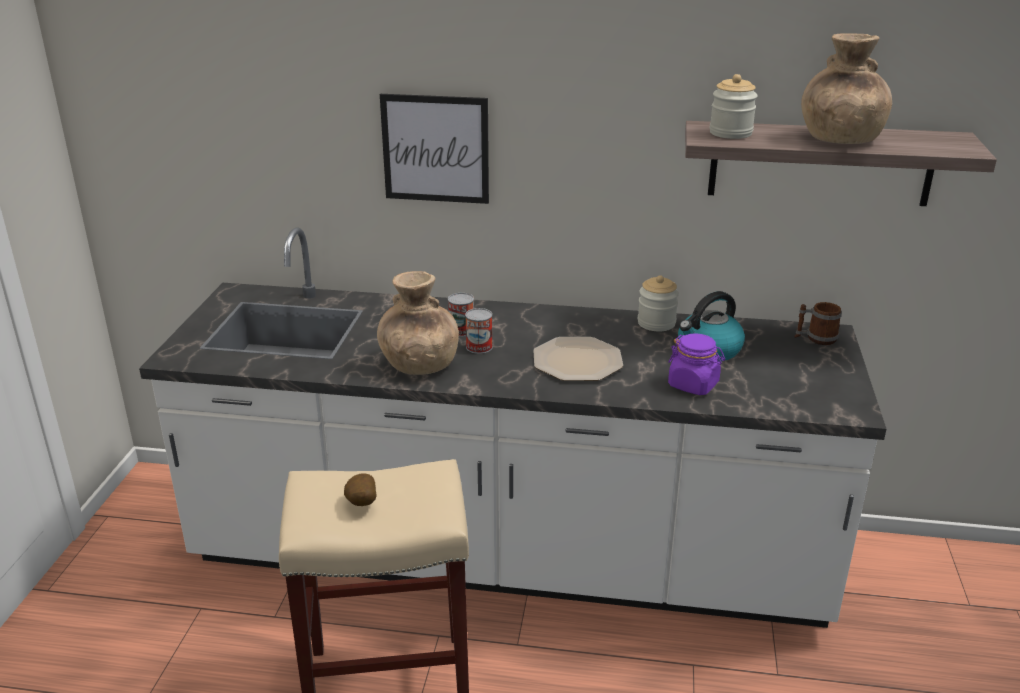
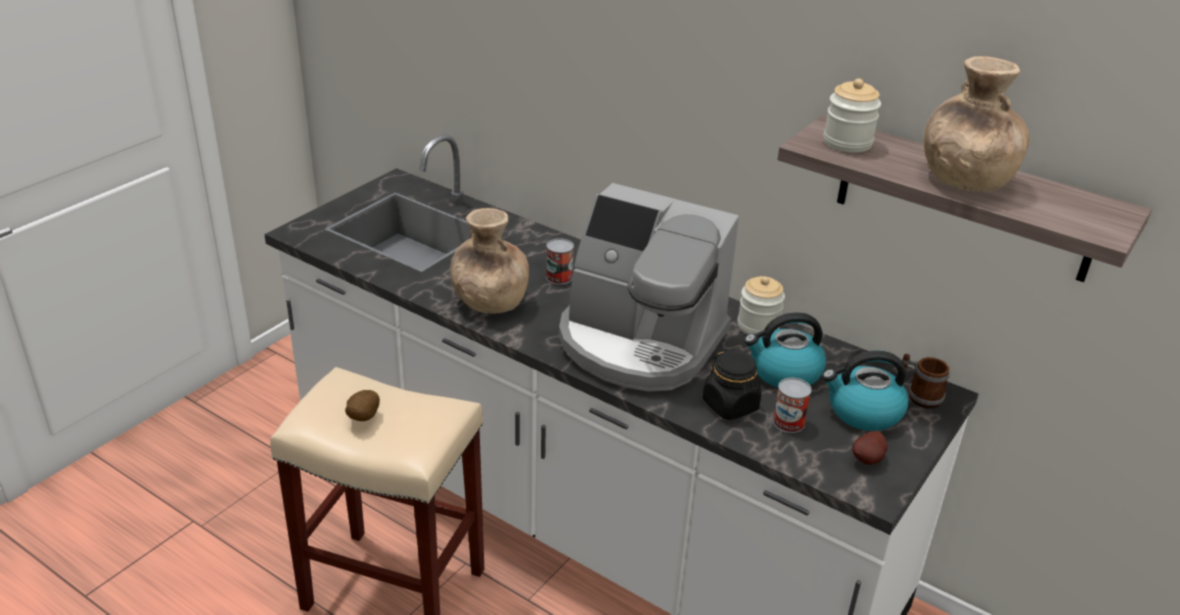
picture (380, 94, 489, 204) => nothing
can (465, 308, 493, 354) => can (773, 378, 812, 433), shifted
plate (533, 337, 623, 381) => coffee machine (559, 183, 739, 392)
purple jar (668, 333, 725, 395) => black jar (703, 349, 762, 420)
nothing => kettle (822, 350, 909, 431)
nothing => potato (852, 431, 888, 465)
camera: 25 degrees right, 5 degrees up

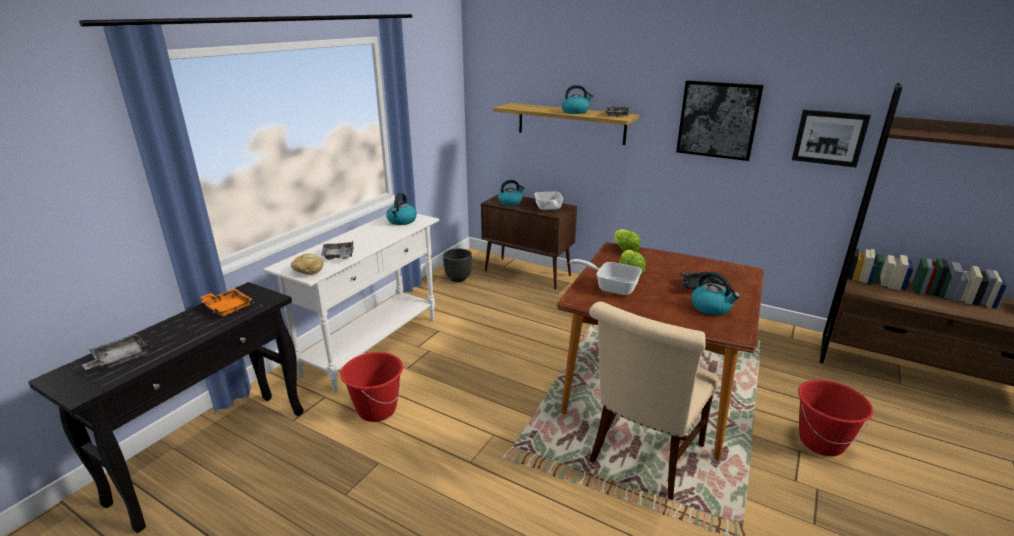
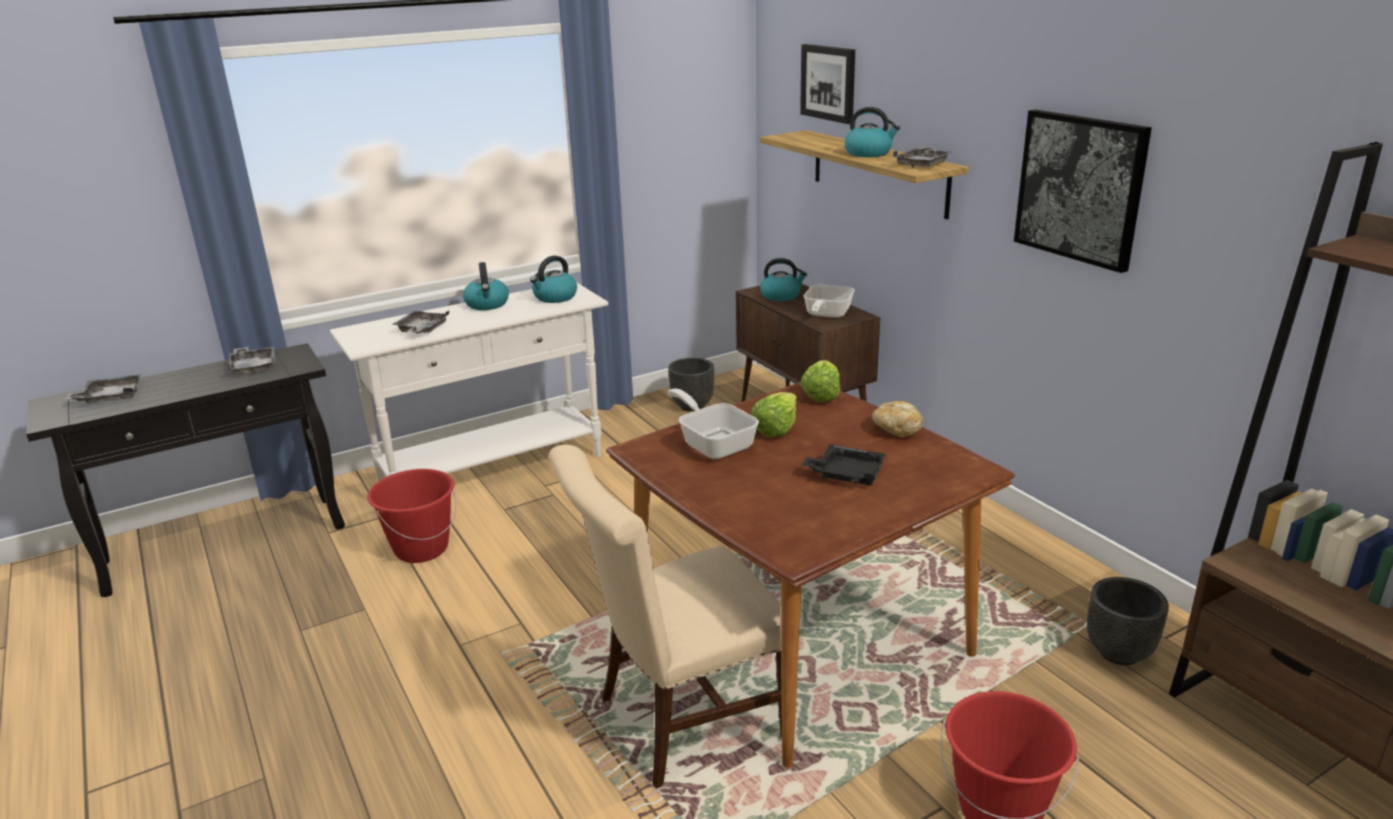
orange tray (200, 288, 253, 317) => grey tray (227, 346, 275, 376)
bread (291, 253, 323, 275) => bread (872, 401, 924, 437), shifted
kettle (691, 272, 740, 315) => kettle (463, 262, 509, 310), shifted
picture (792, 109, 871, 168) => picture (800, 44, 855, 124), shifted
nothing => black planter (1087, 577, 1169, 665)
camera: 30 degrees right, 0 degrees up

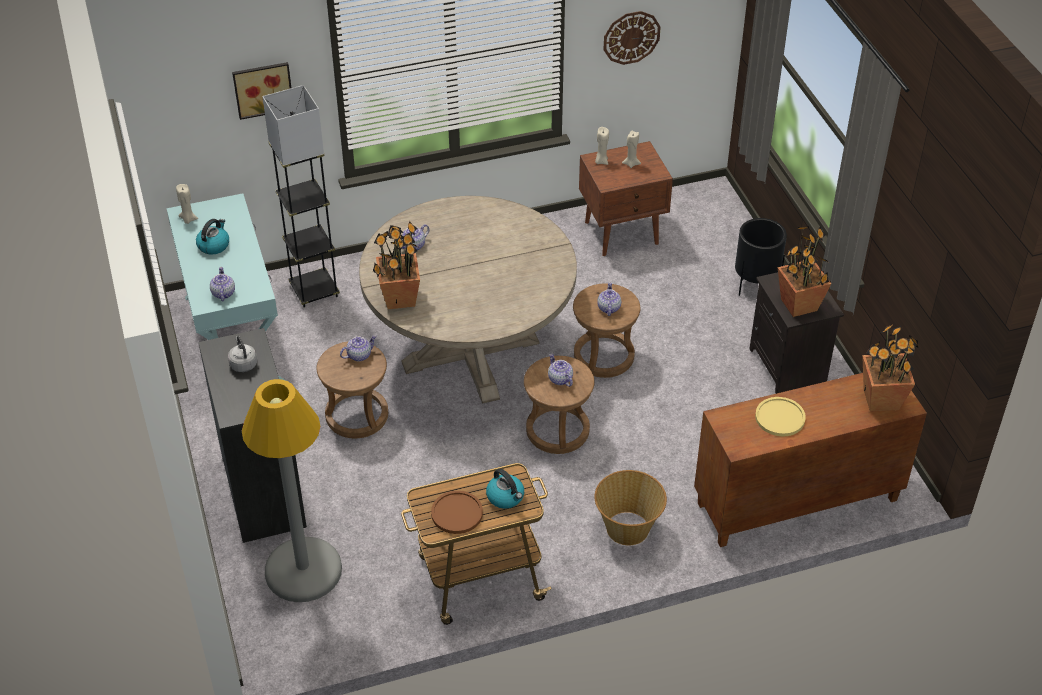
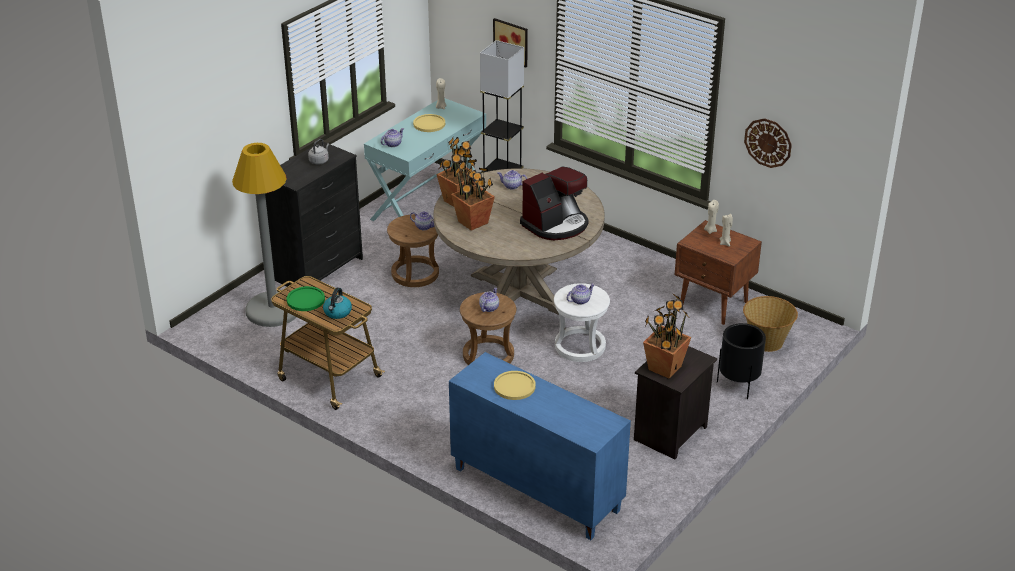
kettle (196, 219, 229, 255) => yellow plate (413, 114, 445, 132)
brown plate (431, 491, 483, 534) => green plate (287, 286, 325, 311)
brown stool (573, 283, 640, 378) => white stool (554, 283, 610, 362)
basket (594, 470, 667, 545) => basket (743, 296, 798, 352), shifted
brown cabinet (694, 373, 927, 547) => blue cabinet (449, 352, 631, 540)
potted plant (862, 324, 918, 412) => potted plant (451, 154, 495, 231), shifted
nothing => coffee machine (520, 166, 589, 240)
camera: 55 degrees right, 10 degrees down

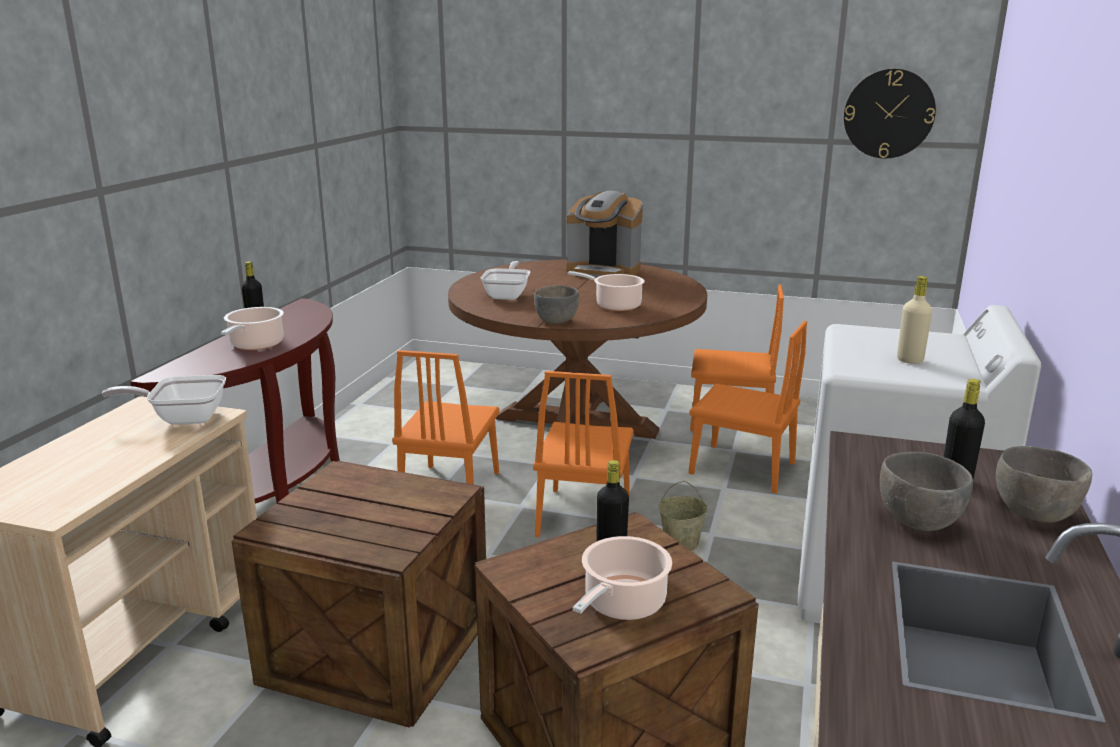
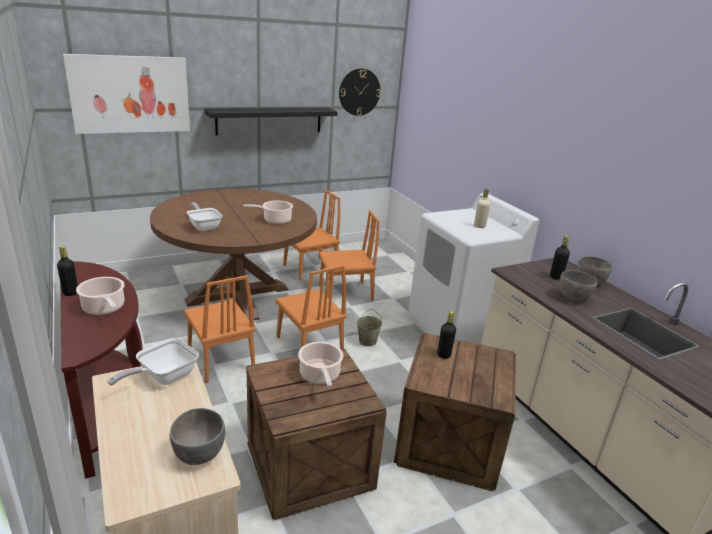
grey bowl (534, 285, 579, 324) => grey bowl (170, 408, 225, 465), shifted
coffee machine (567, 191, 643, 278) => nothing
cooking pot (573, 536, 672, 620) => cooking pot (298, 342, 343, 386), shifted
nothing => picture (63, 54, 190, 134)
nothing => black shelf (204, 108, 338, 135)
camera: 45 degrees left, 5 degrees up

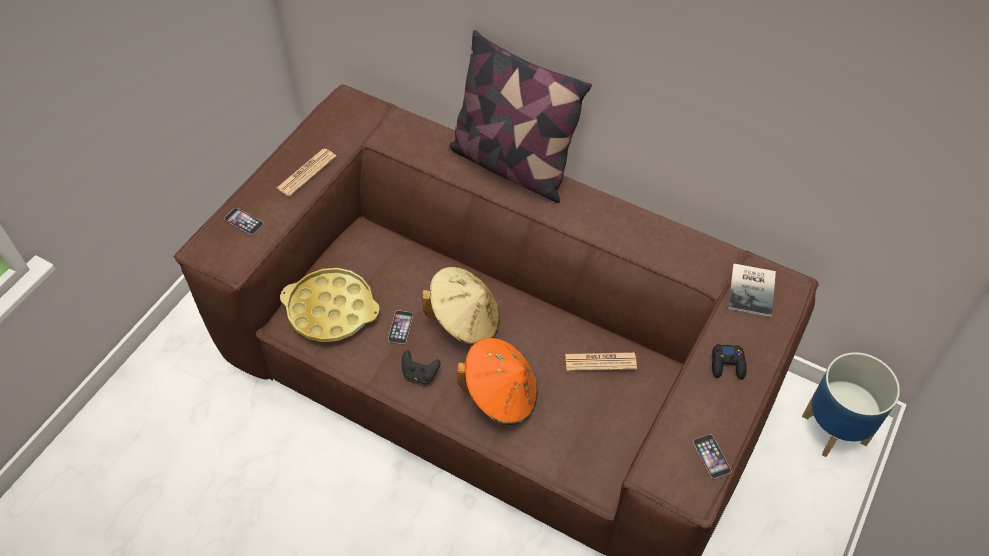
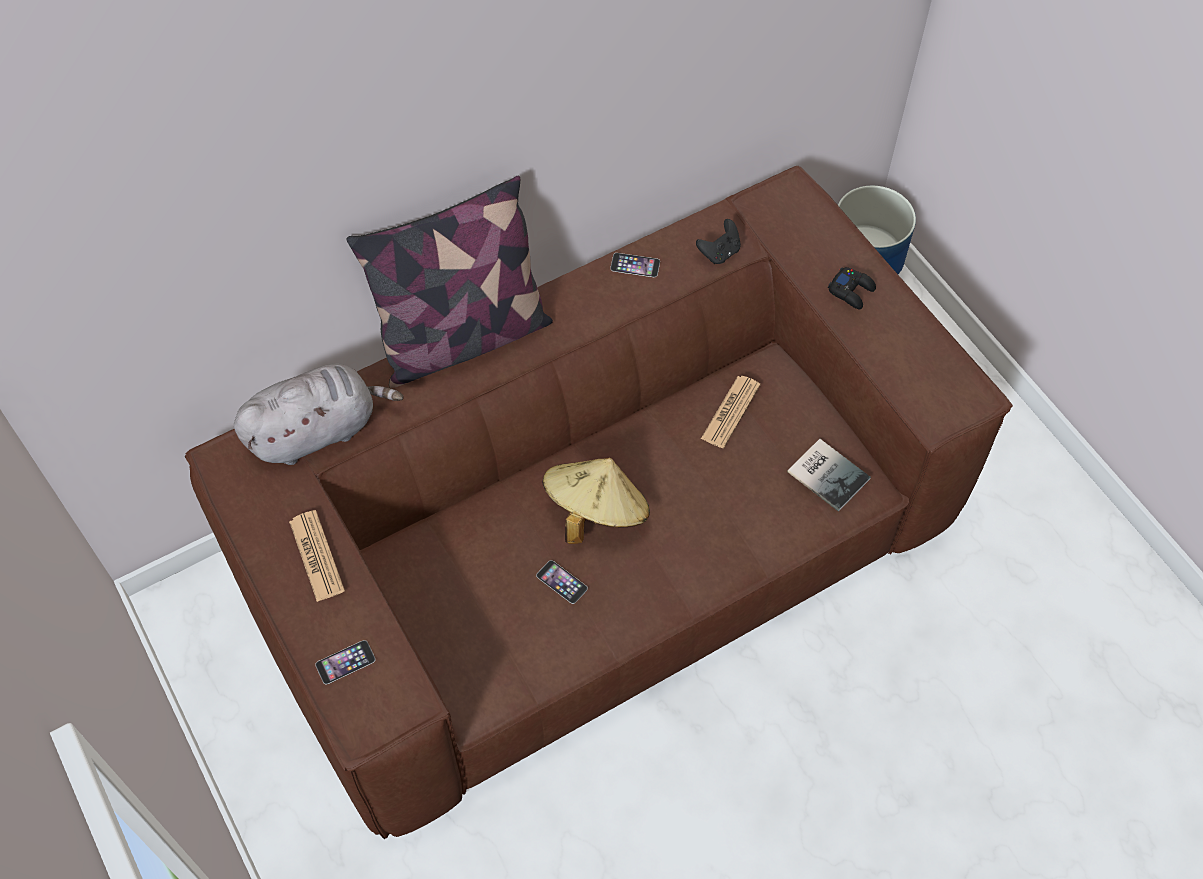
yellow tray (280, 268, 380, 342) => nothing
black game controller (402, 351, 440, 384) => black game controller (696, 219, 741, 264), shifted
orange hat (457, 338, 538, 425) => nothing
phone (693, 434, 731, 479) => phone (610, 253, 660, 277), shifted
book (728, 264, 776, 317) => book (787, 439, 871, 512), shifted
nothing => grey plush toy (234, 364, 403, 465)
camera: 60 degrees left, 5 degrees up

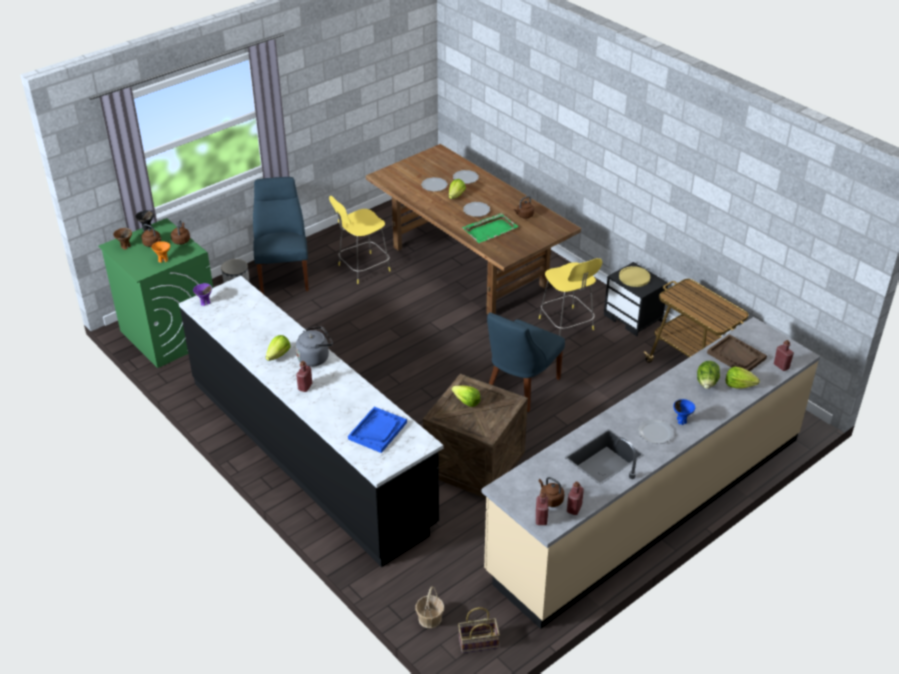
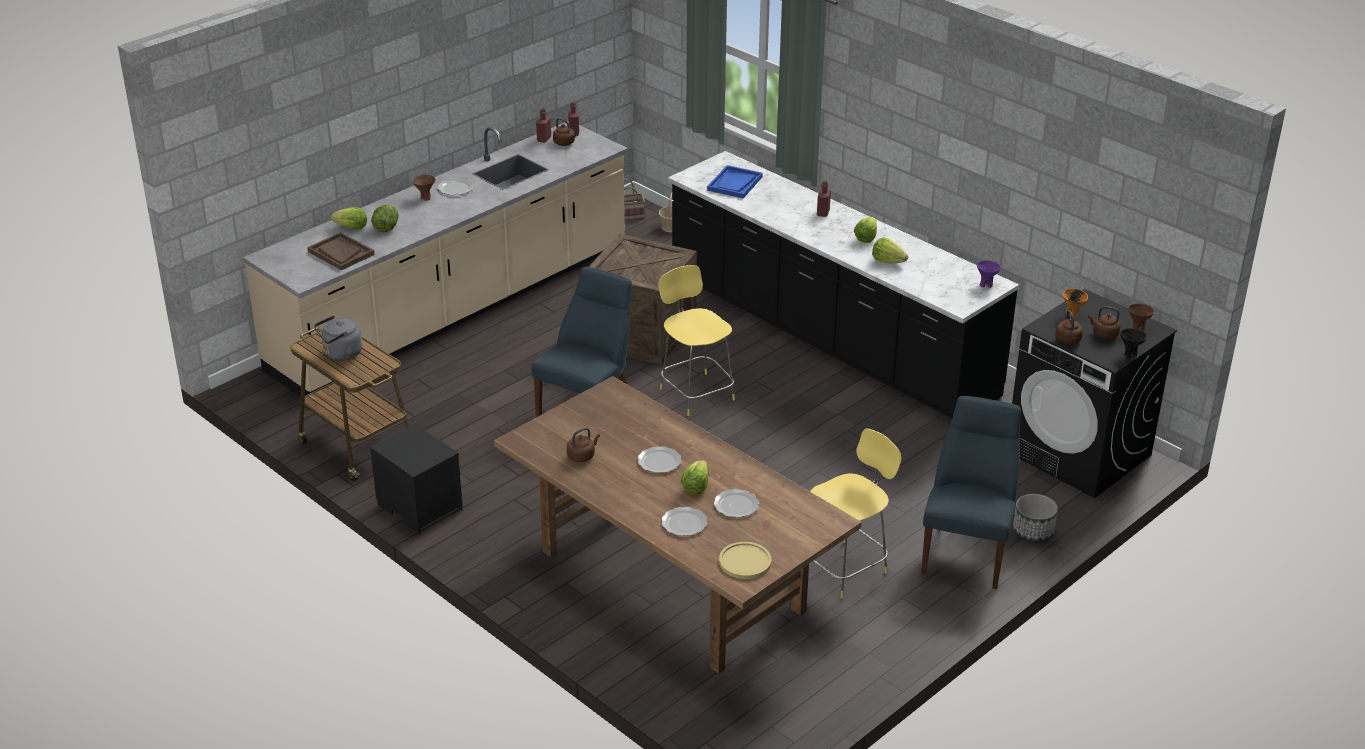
green washing machine (98, 218, 213, 368) => black washing machine (1012, 289, 1177, 498)
blue chair (253, 177, 309, 294) => blue chair (921, 396, 1021, 589), 150 degrees counterclockwise
grey kettle (296, 327, 333, 367) => grey kettle (314, 315, 362, 361), shifted
lettuce (452, 385, 481, 407) => lettuce (872, 238, 908, 263), shifted
green tray (462, 213, 519, 243) => nothing
yellow stool (539, 258, 602, 336) => yellow stool (659, 265, 735, 416), shifted
yellow plate (619, 266, 650, 287) => yellow plate (719, 542, 772, 579), shifted
blue bowl (673, 399, 695, 425) => brown bowl (413, 175, 435, 201)
red bottle (774, 340, 794, 371) => nothing
camera: 175 degrees right, 5 degrees down

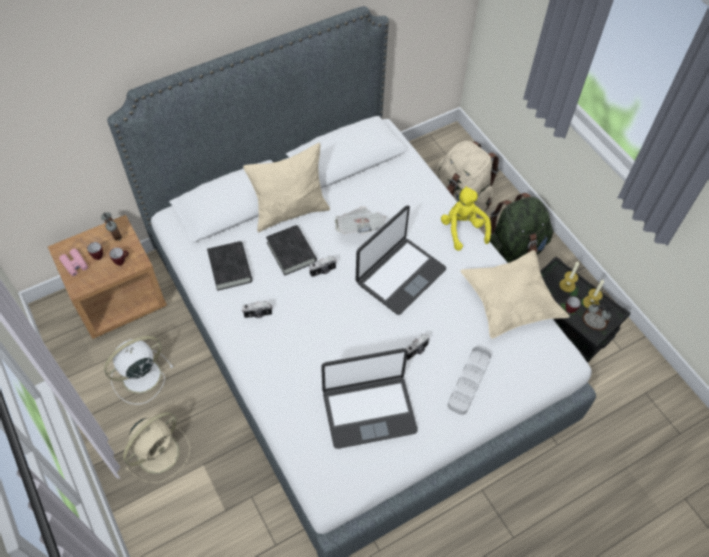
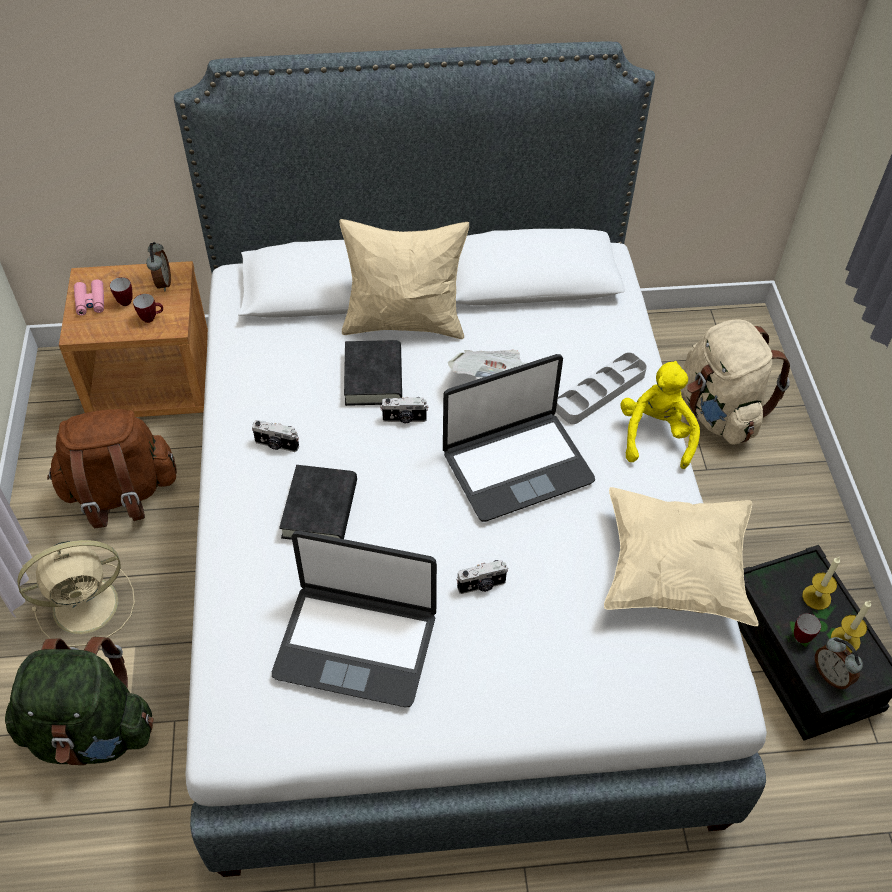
white fan (104, 336, 174, 404) => brown backpack (47, 409, 177, 528)
black book (207, 241, 252, 291) => black book (279, 465, 357, 540), shifted
grey tray (448, 347, 491, 415) => grey tray (556, 352, 647, 424), shifted
green backpack (490, 193, 553, 263) => green backpack (5, 637, 154, 765), shifted
camera: 25 degrees right, 5 degrees down

